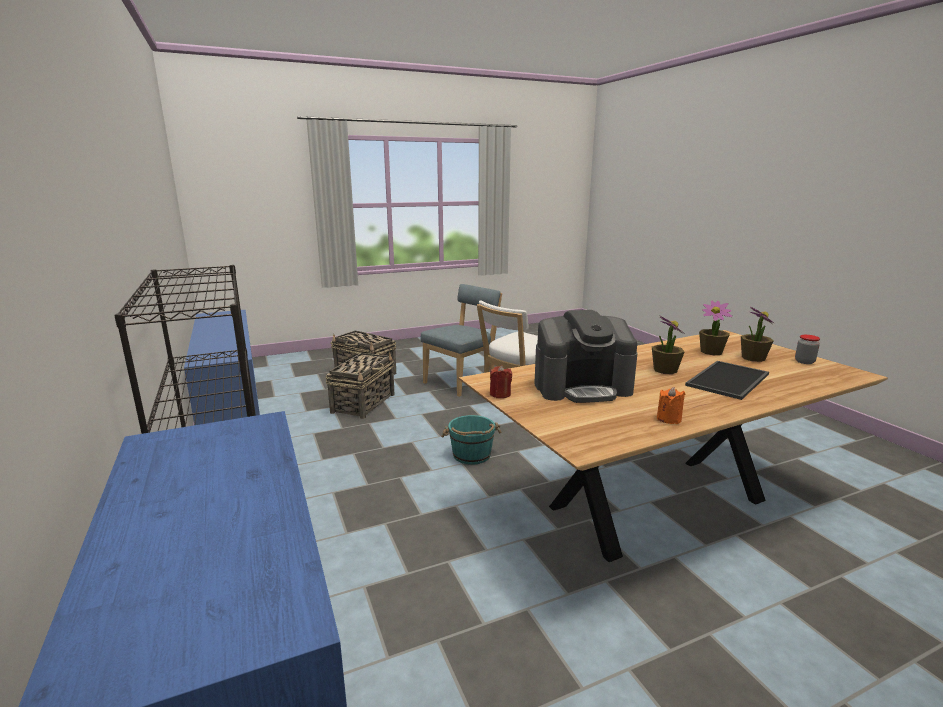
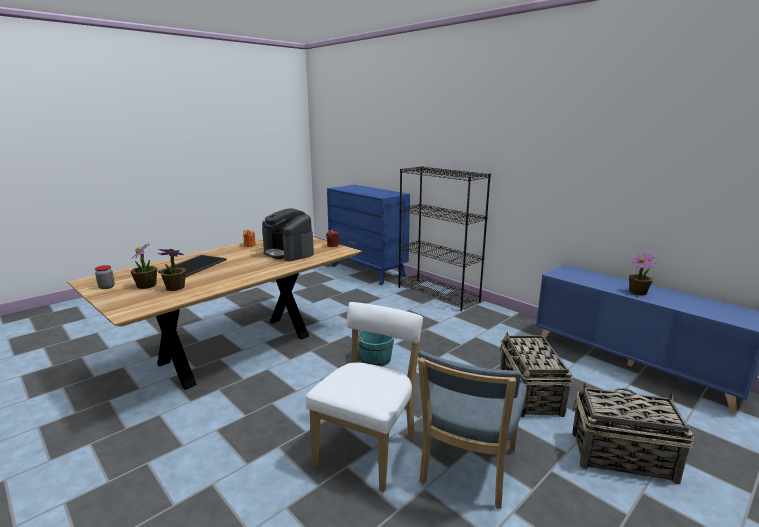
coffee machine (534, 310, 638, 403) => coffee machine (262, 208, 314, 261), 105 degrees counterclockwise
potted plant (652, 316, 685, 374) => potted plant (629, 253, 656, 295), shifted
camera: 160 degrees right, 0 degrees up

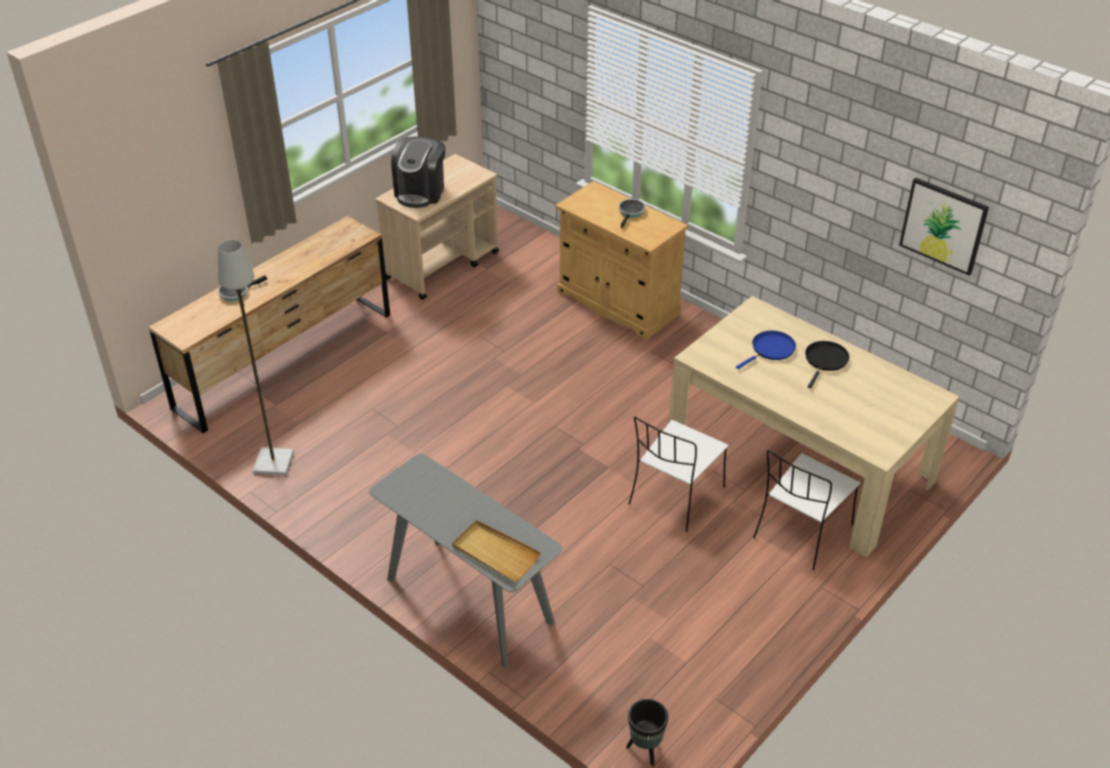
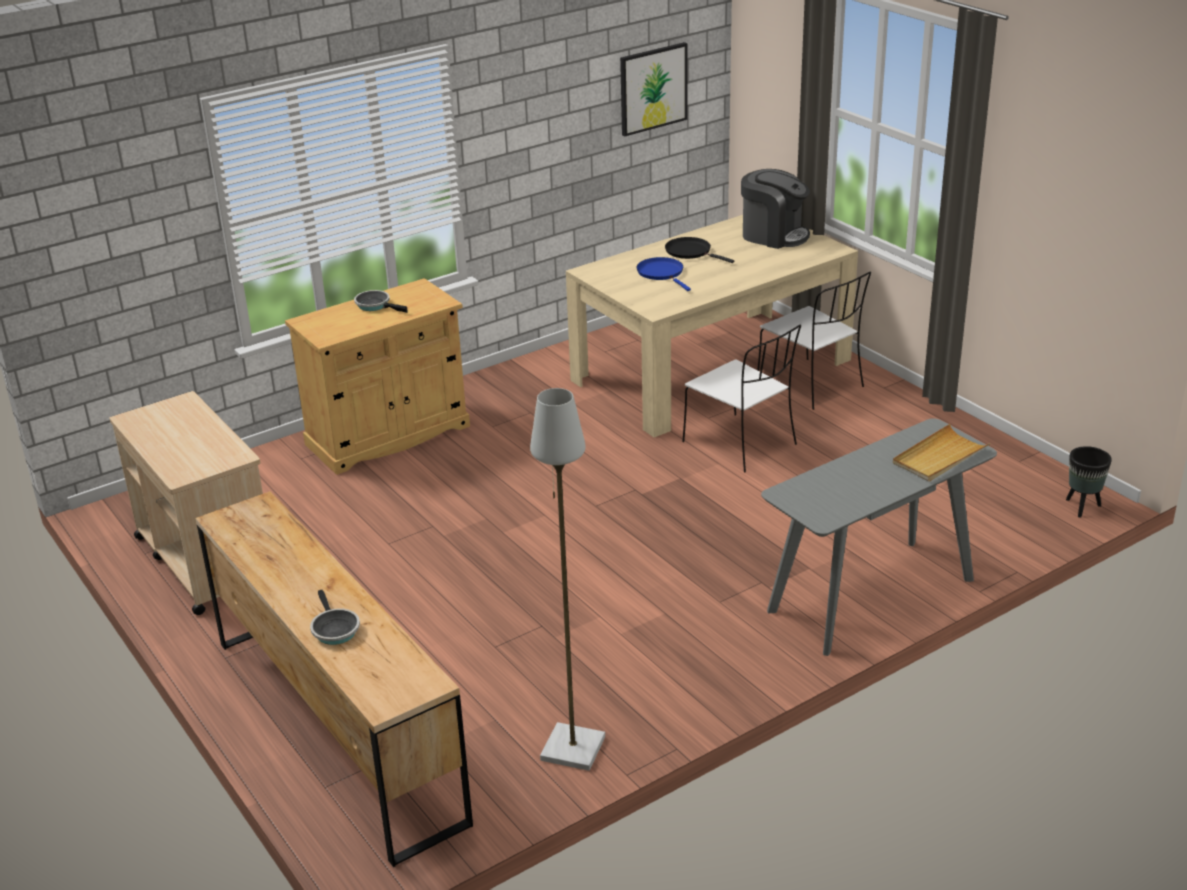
coffee machine (391, 136, 445, 208) => coffee machine (741, 169, 810, 249), shifted
camera: 75 degrees left, 10 degrees down

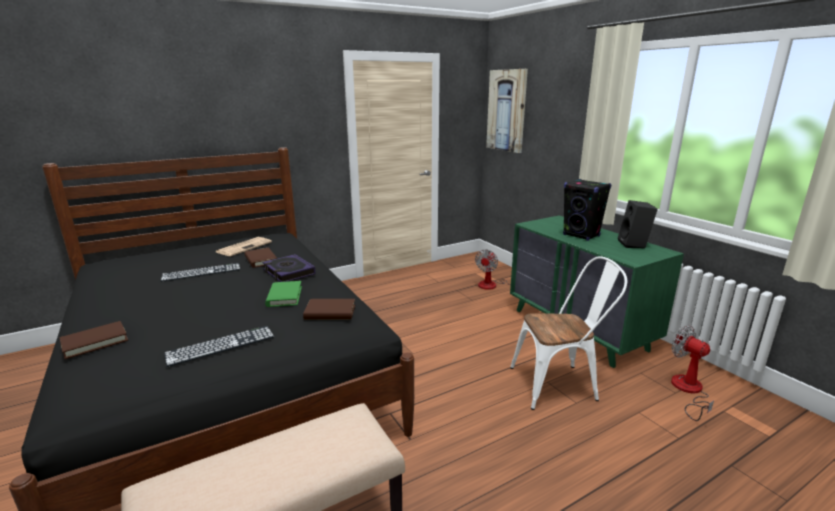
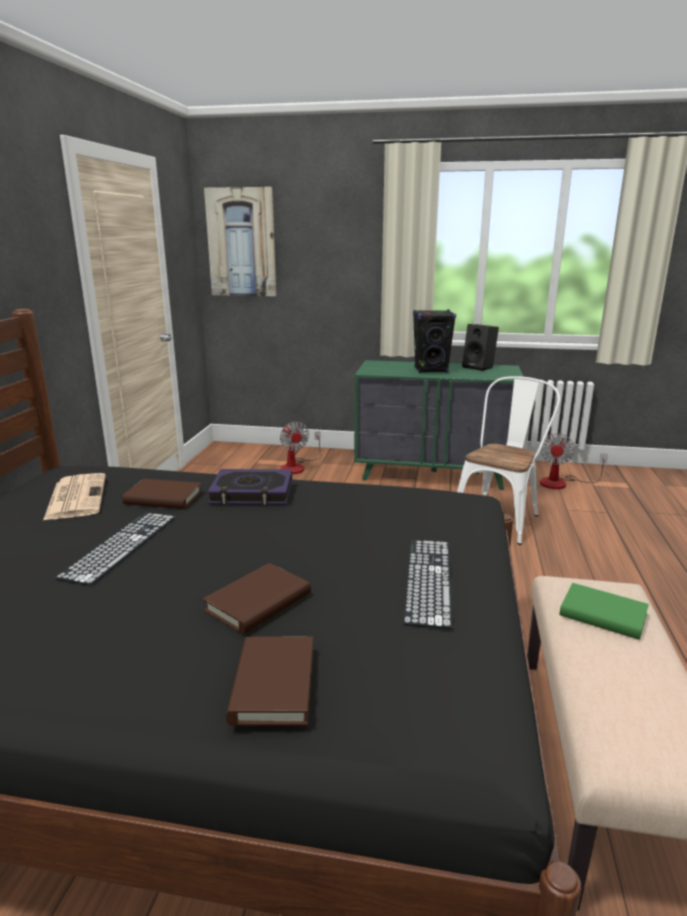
green book (265, 281, 302, 307) => green book (560, 583, 649, 640), shifted
brown book (303, 299, 355, 320) => brown book (202, 563, 311, 635), shifted
fan (671, 326, 714, 421) => fan (540, 433, 608, 489), 75 degrees counterclockwise
camera: 50 degrees left, 0 degrees up

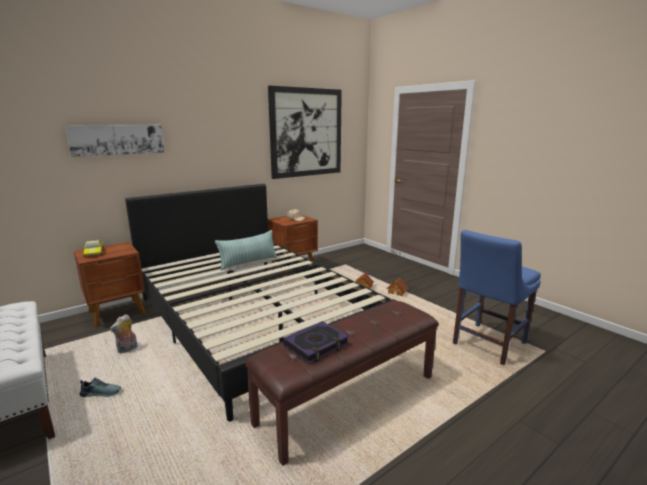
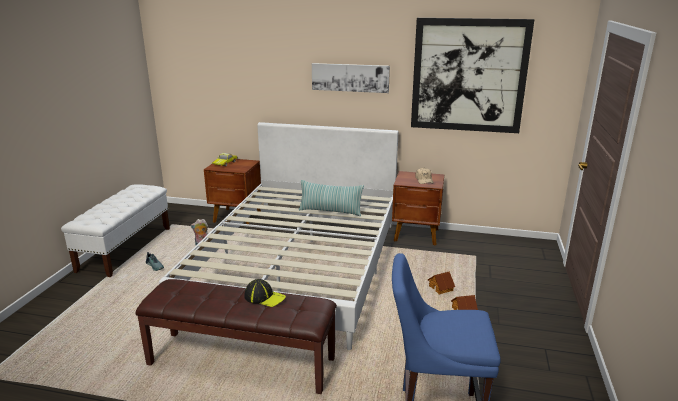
picture (65, 125, 165, 157) => picture (312, 63, 390, 93), shifted
black bed (125, 184, 396, 422) => white bed (159, 122, 399, 350)
book (283, 321, 349, 364) => nothing
nothing => cap (244, 279, 286, 307)
camera: 50 degrees right, 5 degrees up

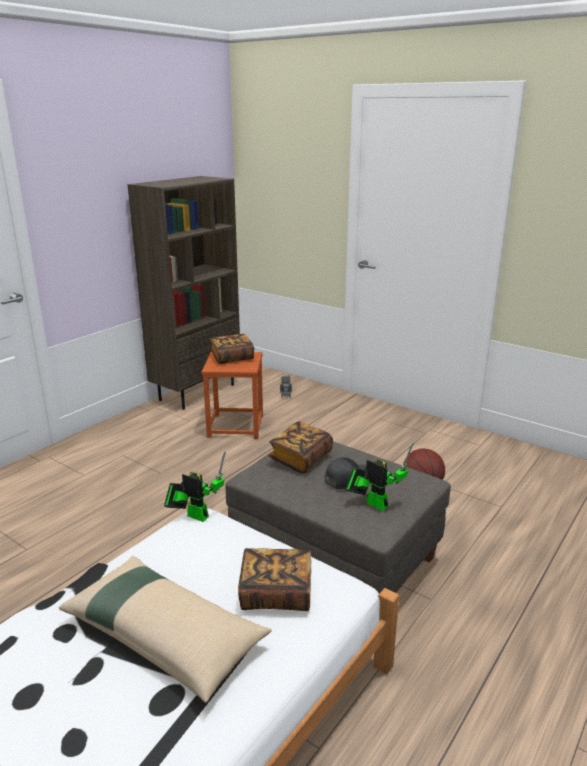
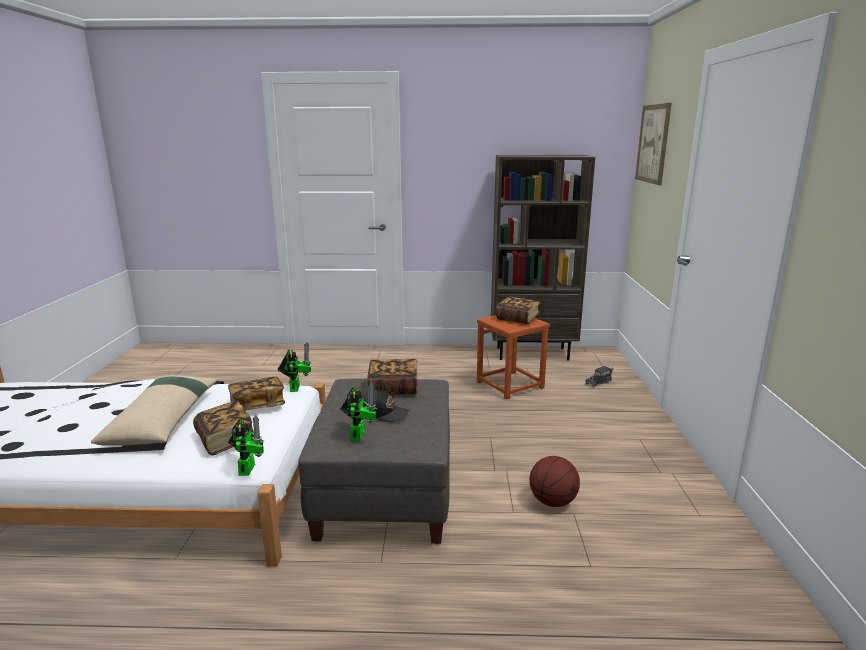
nothing => book (228, 377, 285, 411)
nothing => toy robot (228, 415, 264, 476)
nothing => picture (635, 103, 672, 185)
camera: 55 degrees right, 5 degrees down

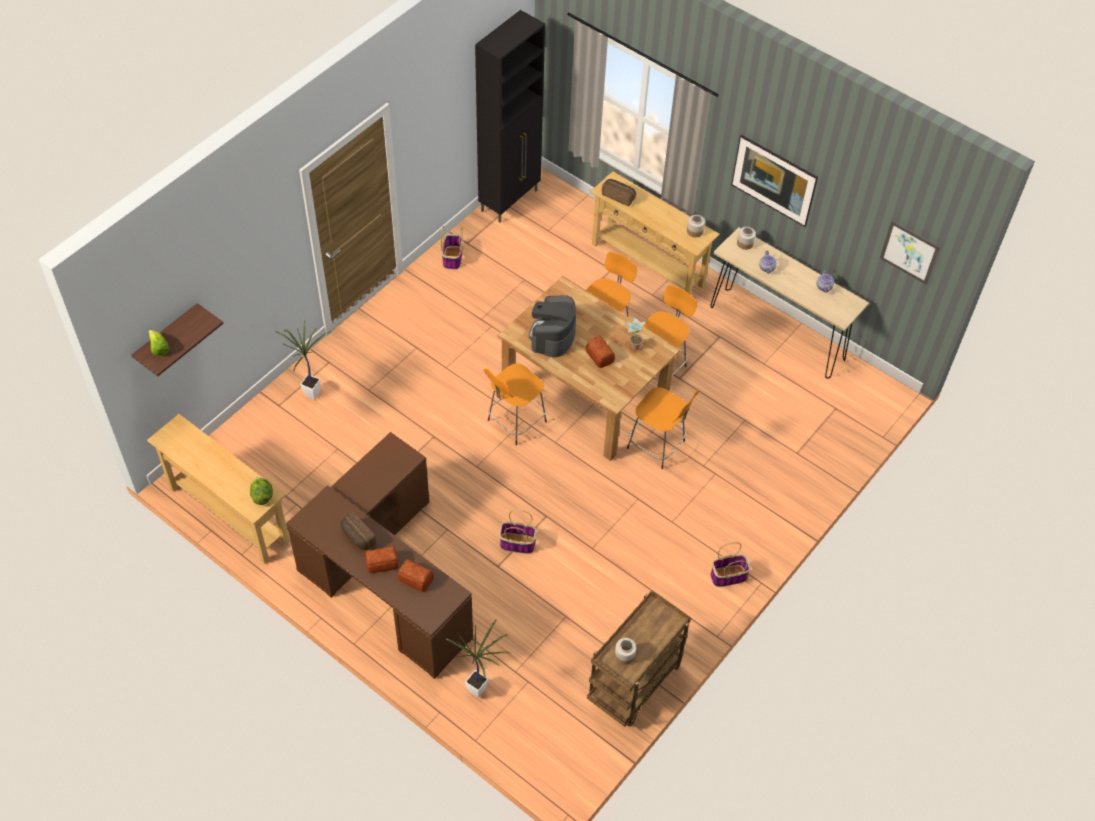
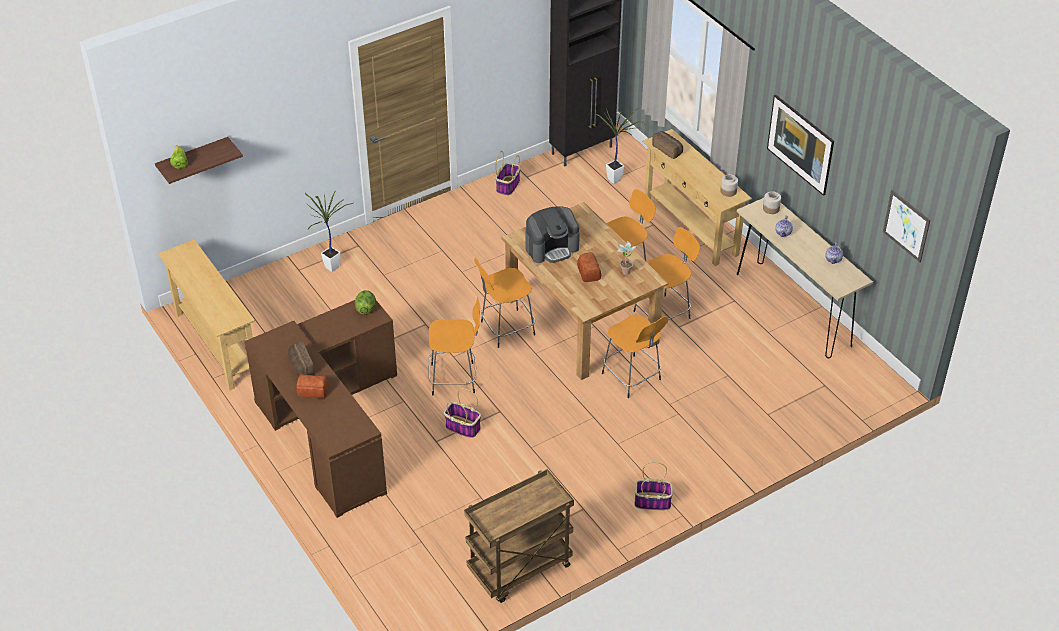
lettuce (250, 477, 273, 505) => lettuce (355, 290, 376, 314), shifted
bread (398, 559, 434, 592) => nothing
potted plant (442, 620, 510, 698) => potted plant (595, 108, 644, 184), shifted
coffee machine (529, 295, 576, 357) => coffee machine (525, 206, 580, 263), 150 degrees counterclockwise
jar (615, 638, 636, 665) => nothing
nothing => orange stool (428, 297, 480, 395)
camera: 20 degrees right, 10 degrees down

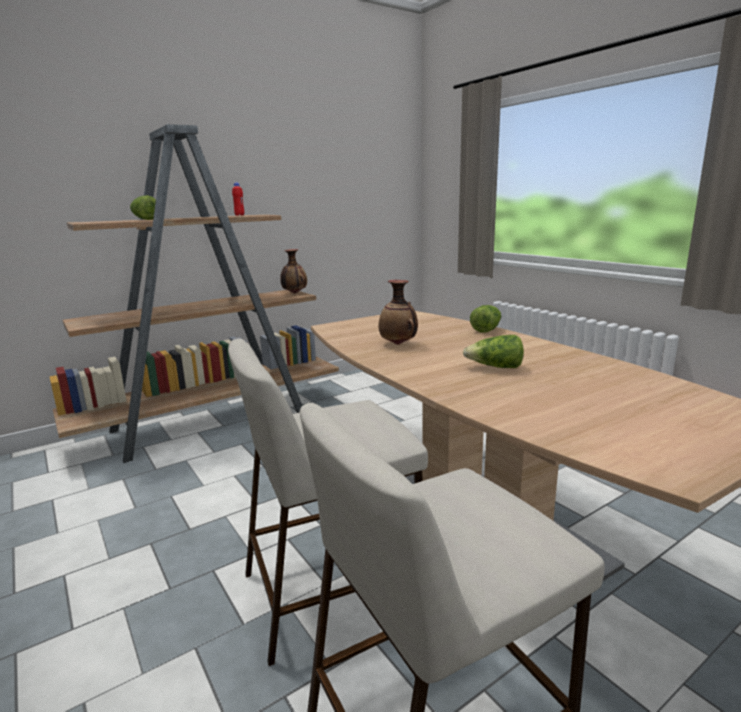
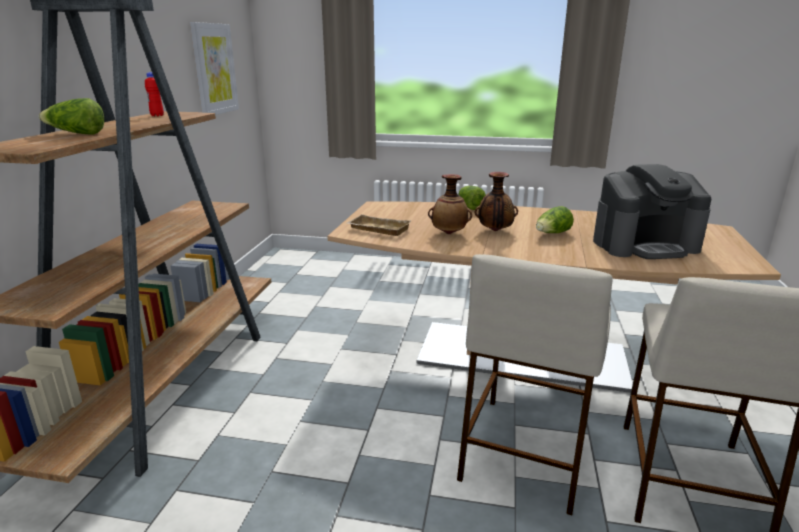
vase (280, 249, 307, 293) => vase (475, 172, 518, 231), shifted
nothing => picture (190, 22, 239, 115)
nothing => beige tray (347, 214, 412, 236)
nothing => coffee machine (593, 164, 711, 259)
camera: 45 degrees left, 5 degrees up

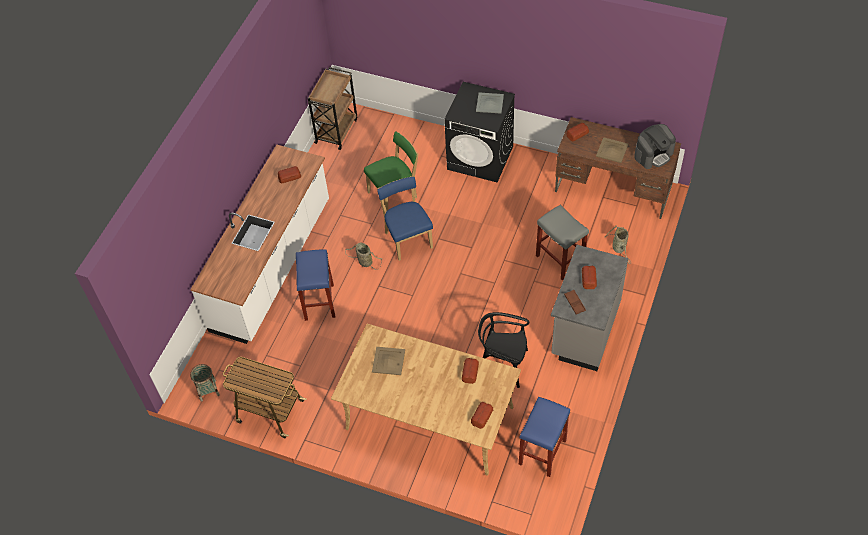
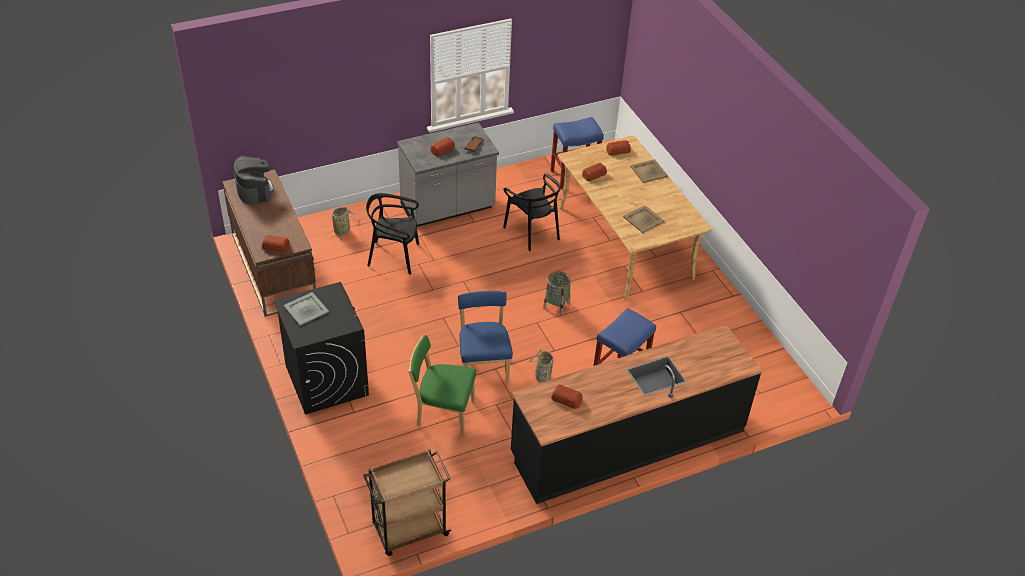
white counter (190, 145, 329, 344) => black counter (511, 325, 762, 504)
basket (190, 364, 220, 402) => basket (543, 271, 570, 315), shifted
cart (223, 357, 307, 438) => nothing
blue chair (377, 176, 433, 261) => blue chair (458, 291, 513, 385), 150 degrees clockwise
grey stool (536, 205, 589, 281) => black chair (366, 193, 419, 275)
beige tray (596, 137, 628, 163) => beige tray (630, 159, 668, 183), shifted
coffee machine (634, 124, 676, 169) => coffee machine (234, 156, 274, 204), 60 degrees clockwise
camera: 140 degrees left, 10 degrees down

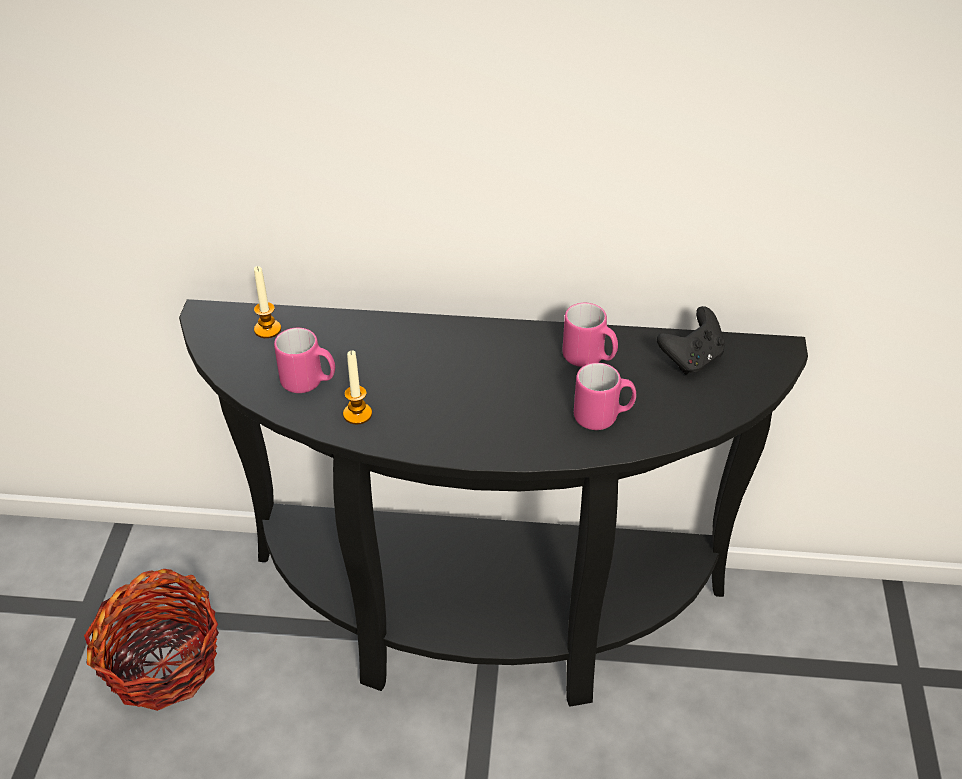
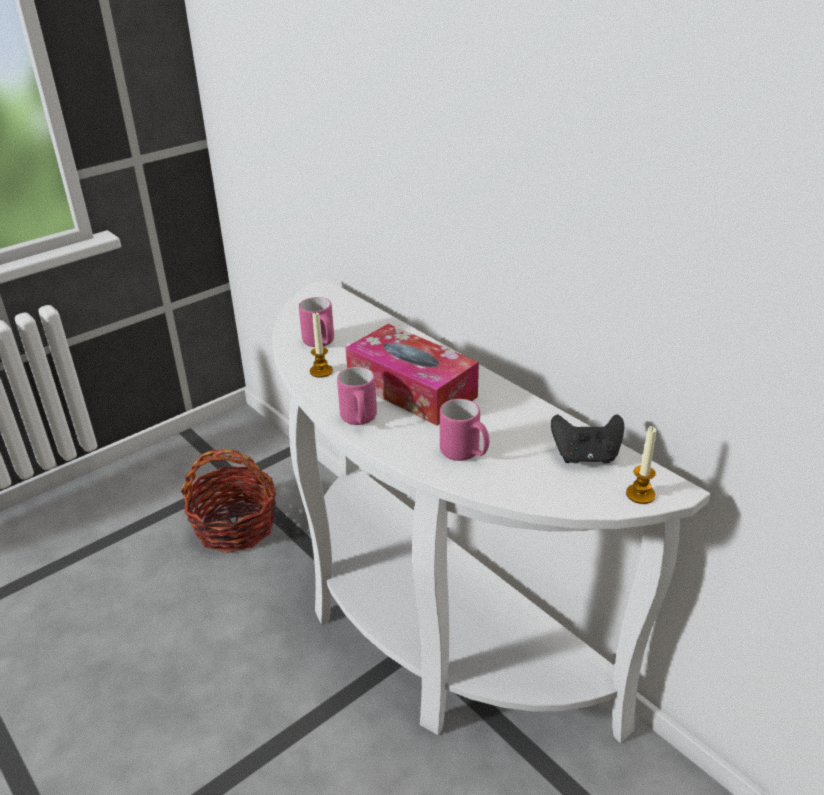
black console table (179, 299, 808, 707) => white console table (272, 278, 710, 743)
candle (254, 266, 281, 338) => candle (626, 426, 656, 504), shifted
pink mug (563, 303, 618, 367) => pink mug (337, 367, 377, 425), shifted
nothing => tissue box (346, 324, 479, 426)
camera: 45 degrees right, 10 degrees down

